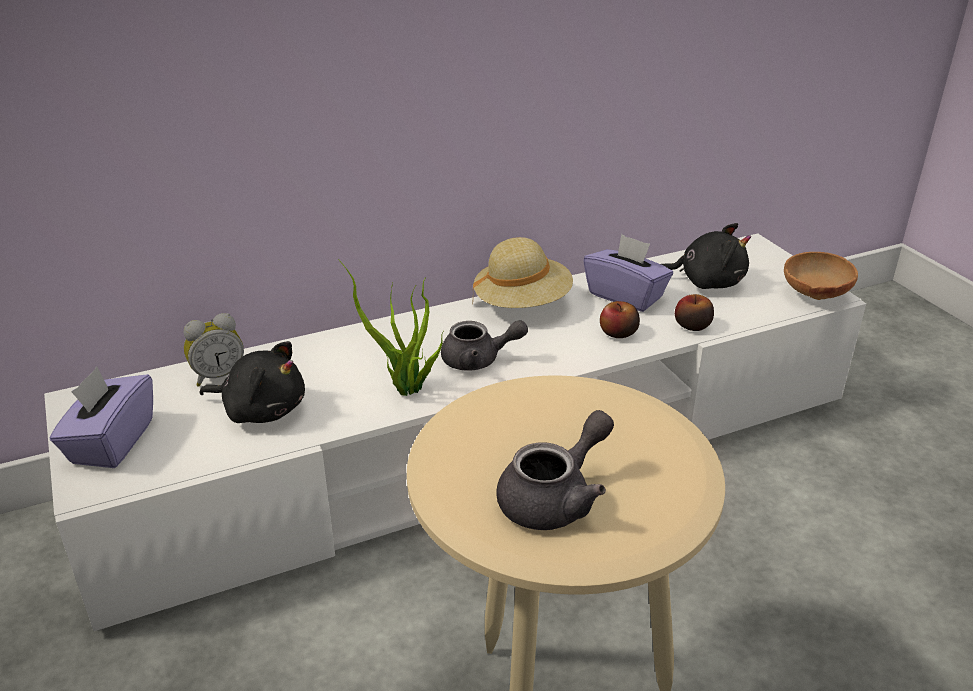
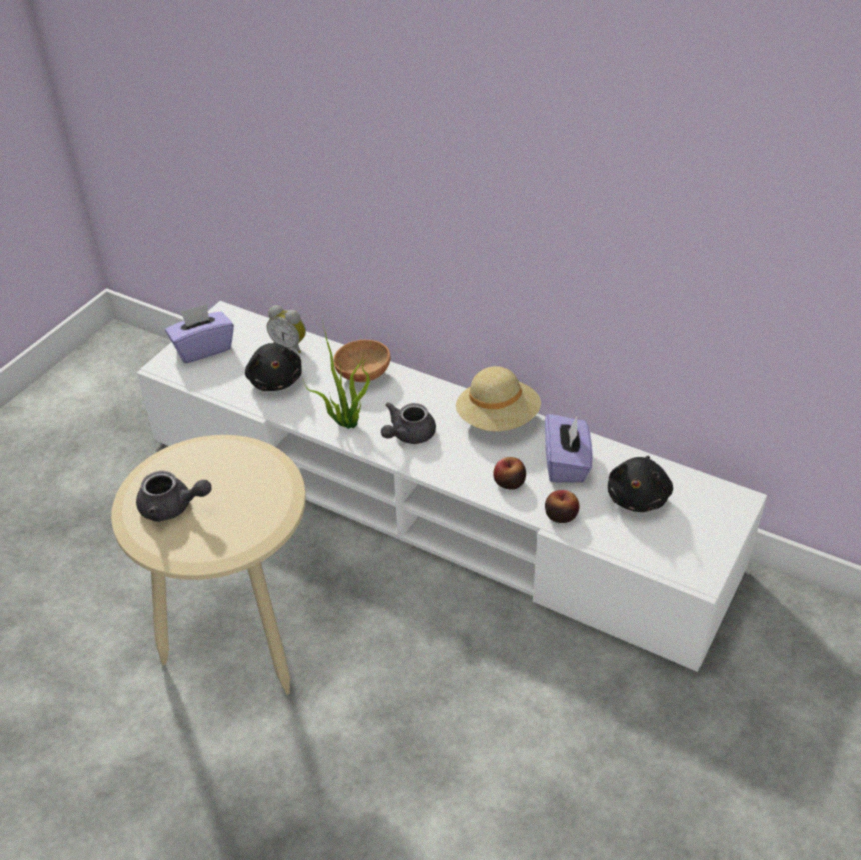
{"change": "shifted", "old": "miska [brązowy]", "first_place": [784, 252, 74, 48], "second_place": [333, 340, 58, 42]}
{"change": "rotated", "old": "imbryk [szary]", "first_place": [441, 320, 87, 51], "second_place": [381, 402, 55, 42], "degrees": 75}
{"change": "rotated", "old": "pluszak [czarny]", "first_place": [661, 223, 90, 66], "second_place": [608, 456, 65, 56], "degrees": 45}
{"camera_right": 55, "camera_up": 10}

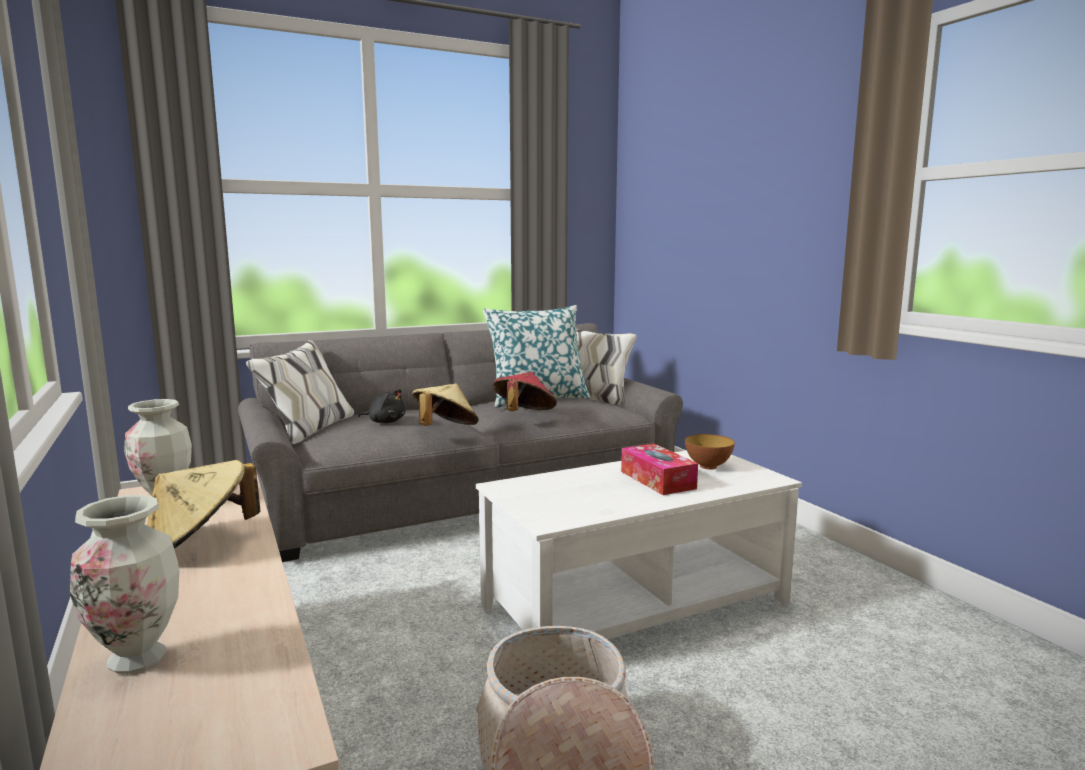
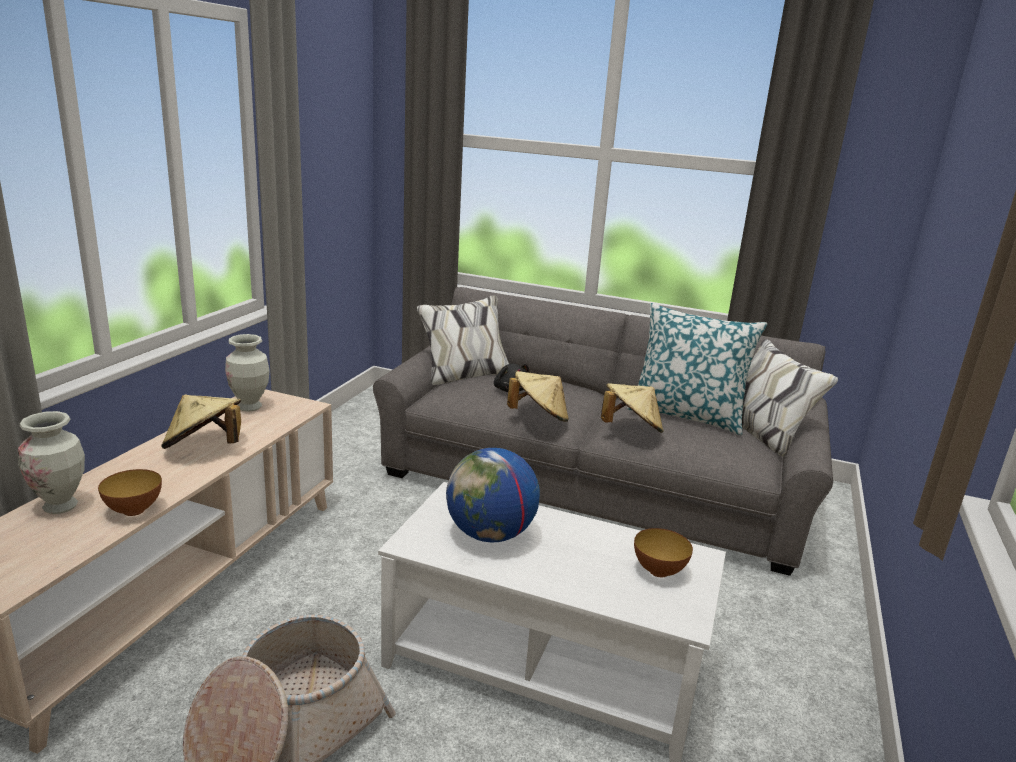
{"change": "gone", "old": "pudełko chusteczek", "first_place": [621, 443, 77, 52]}
{"change": "new", "new": "miska", "second_place": [98, 469, 64, 47]}
{"change": "new", "new": "globus", "second_place": [446, 448, 94, 94]}
{"change": "repainted", "old": "kapelusz [czerwony]", "new": "kapelusz [beżowy]", "first_place": [493, 372, 64, 39], "second_place": [601, 383, 63, 50]}
{"camera_right": 45, "camera_up": 10}

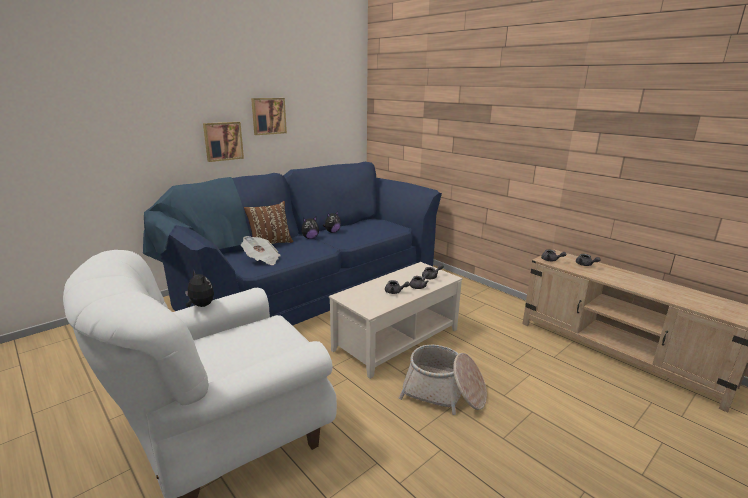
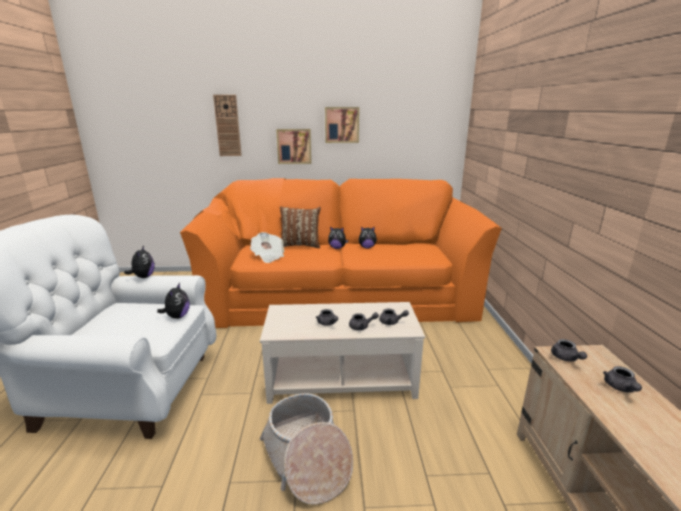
{"change": "new", "new": "pluszak", "second_place": [157, 282, 33, 37]}
{"change": "new", "new": "zegar ścienny", "second_place": [213, 95, 29, 61]}
{"change": "repainted", "old": "kanapa [niebieski]", "new": "kanapa [pomarańczowy]", "first_place": [143, 162, 299, 164], "second_place": [180, 178, 322, 150]}
{"camera_right": 40, "camera_up": 0}

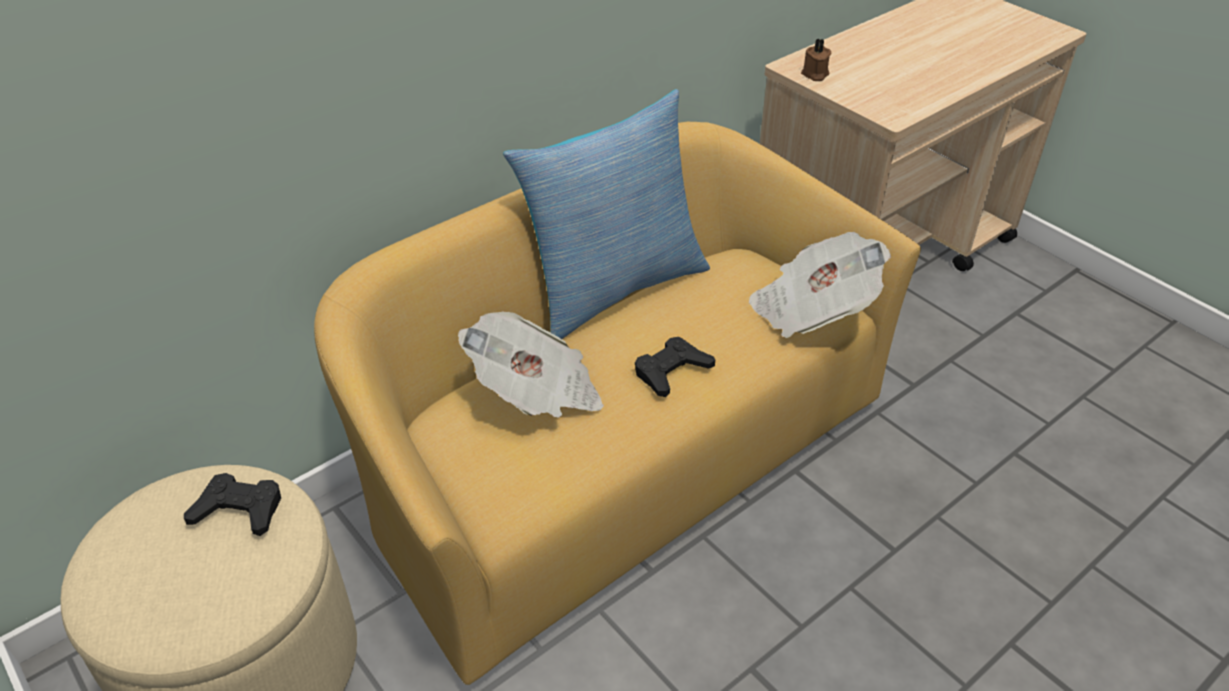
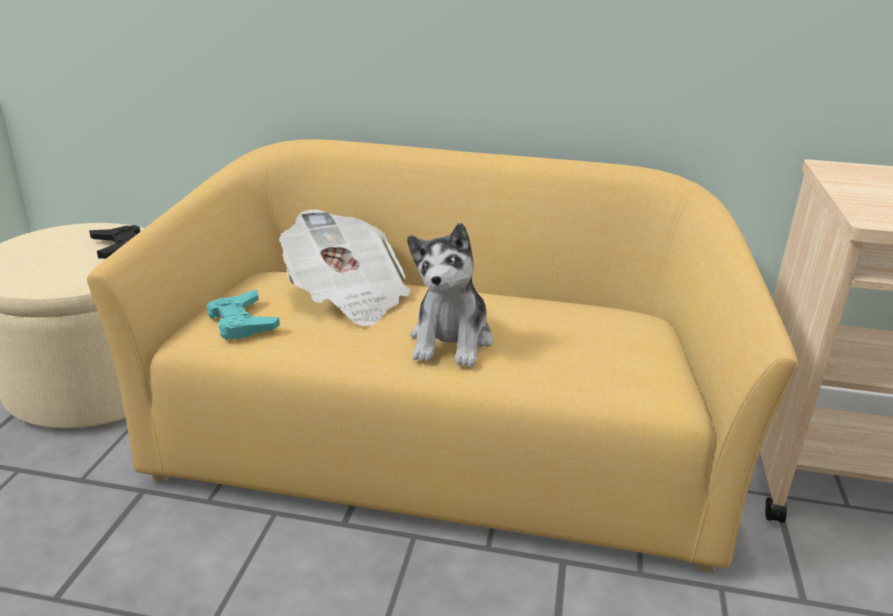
{"change": "gone", "old": "poduszka", "first_place": [503, 89, 207, 250]}
{"change": "gone", "old": "gazeta", "first_place": [749, 232, 142, 106]}
{"change": "gone", "old": "świeca [brązowy]", "first_place": [801, 38, 31, 43]}
{"change": "new", "new": "pad do gier [turkusowy]", "second_place": [207, 290, 73, 50]}
{"change": "swapped", "old": "pad do gier [czarny]", "new": "pluszak", "first_place": [635, 337, 80, 60], "second_place": [407, 223, 86, 144]}
{"camera_right": 50, "camera_up": -15}

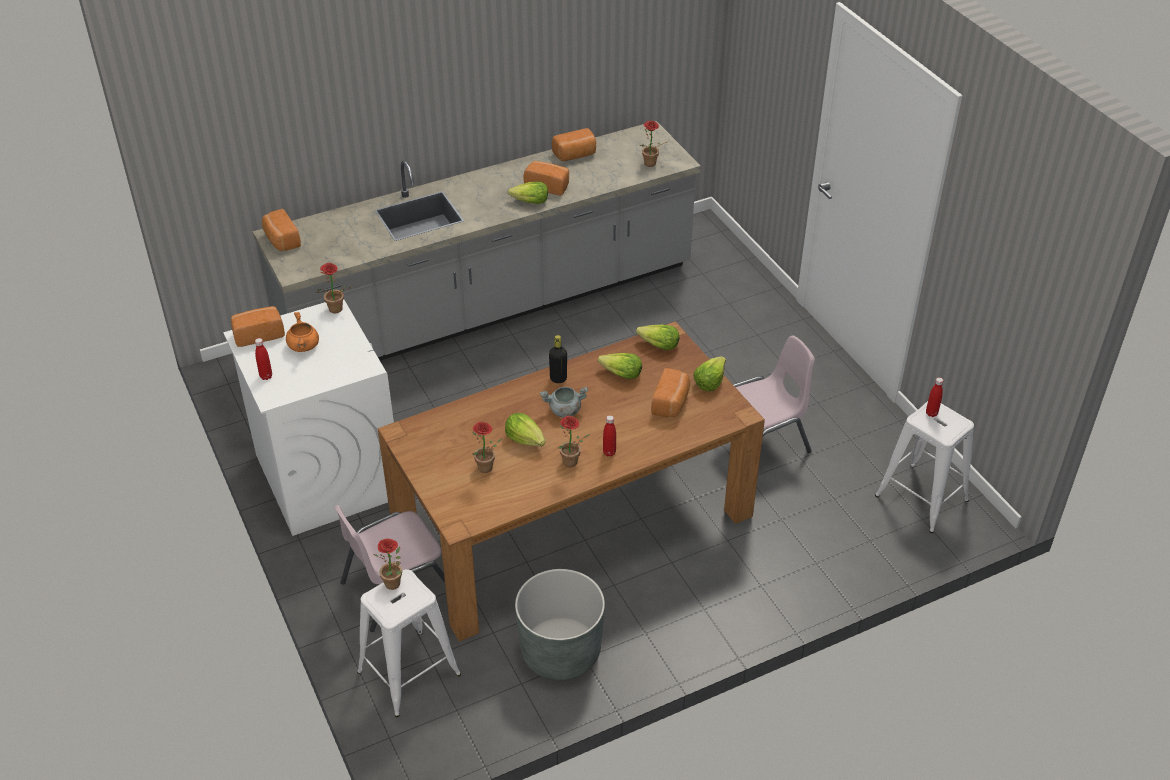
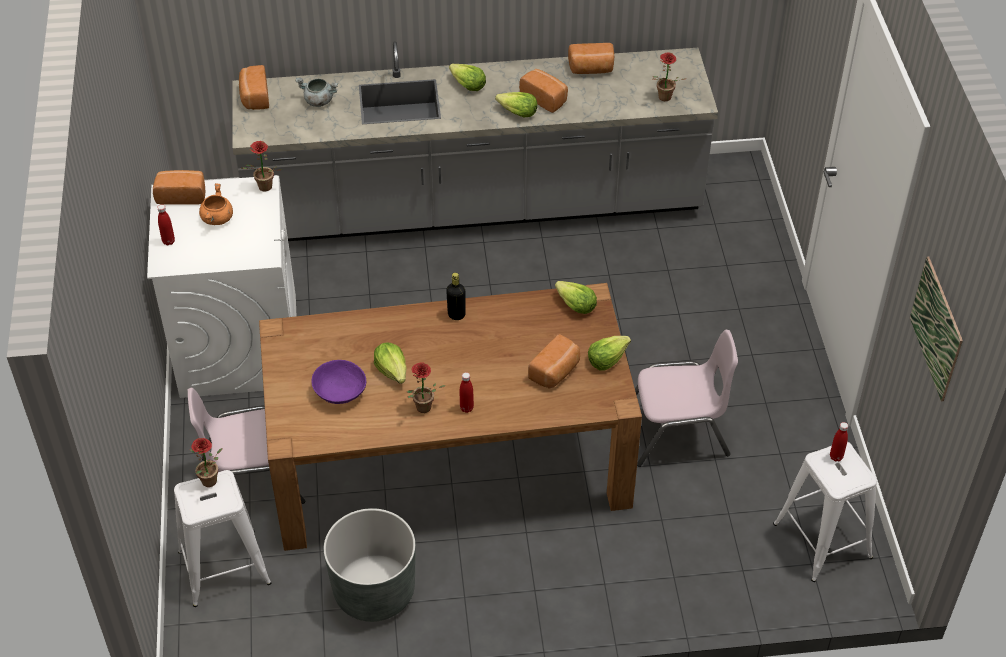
{"change": "new", "new": "obraz", "second_place": [910, 257, 53, 144]}
{"change": "shifted", "old": "garnek [szary]", "first_place": [540, 387, 48, 31], "second_place": [295, 77, 43, 30]}
{"change": "shifted", "old": "sałata", "first_place": [598, 353, 44, 26], "second_place": [449, 64, 37, 27]}
{"change": "swapped", "old": "roślina doniczkowa", "new": "miska [fioletowy]", "first_place": [472, 421, 31, 52], "second_place": [311, 360, 55, 44]}
{"camera_right": 20, "camera_up": 5}

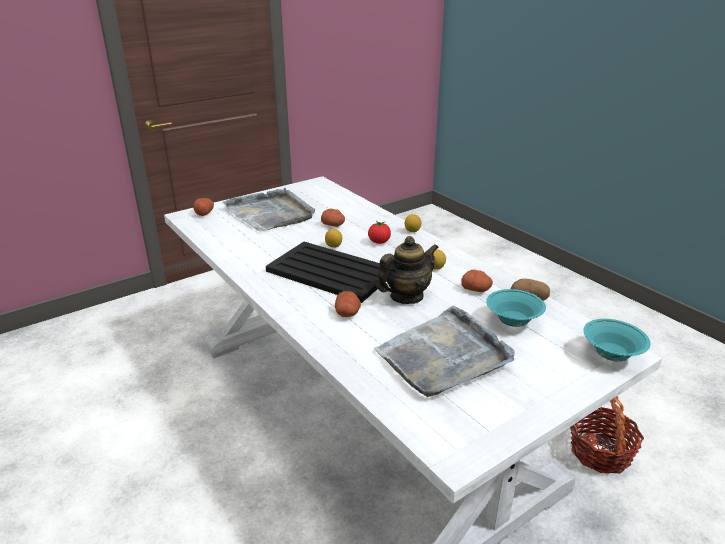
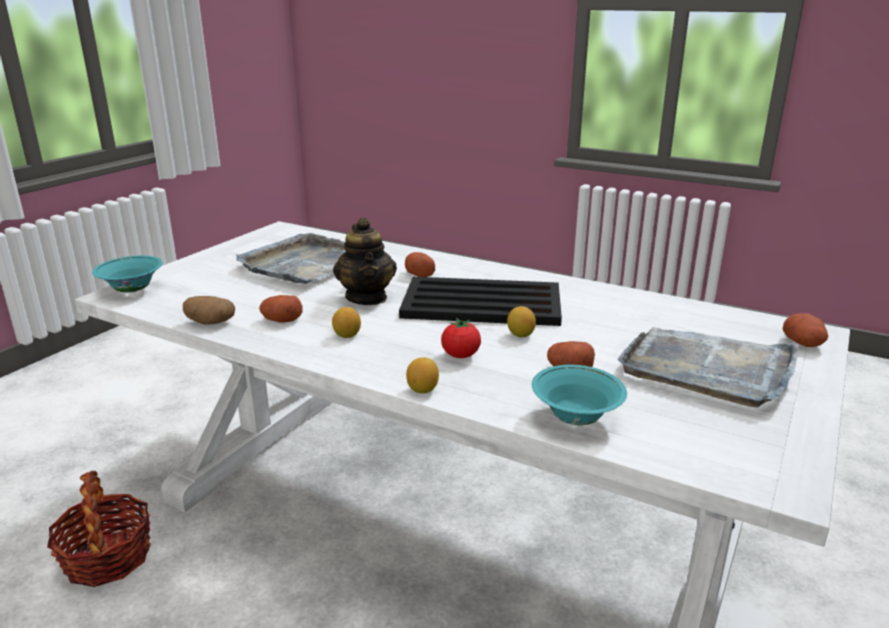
{"change": "shifted", "old": "miska [turkusowy]", "first_place": [486, 289, 60, 38], "second_place": [532, 365, 95, 60]}
{"change": "rotated", "old": "imbryk", "first_place": [376, 236, 63, 68], "second_place": [333, 217, 64, 88], "degrees": -45}
{"camera_right": 155, "camera_up": -5}

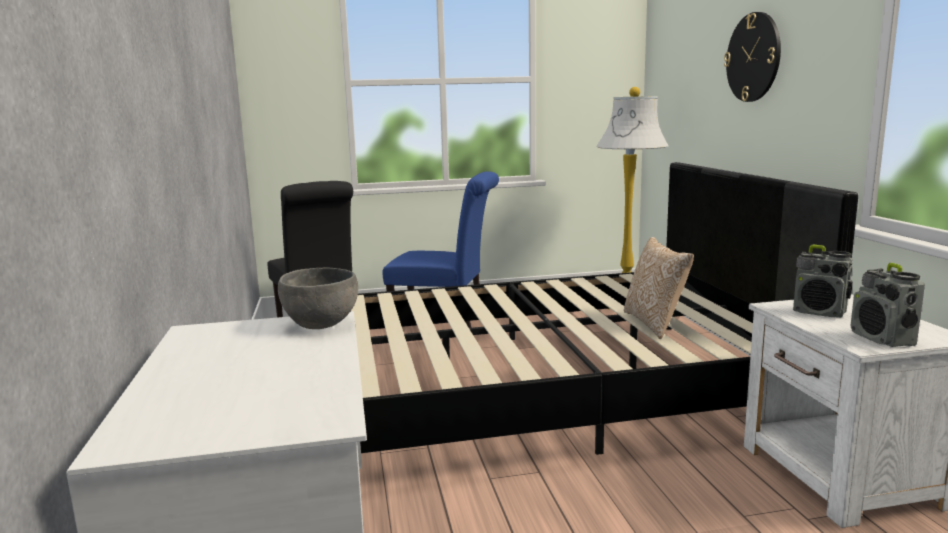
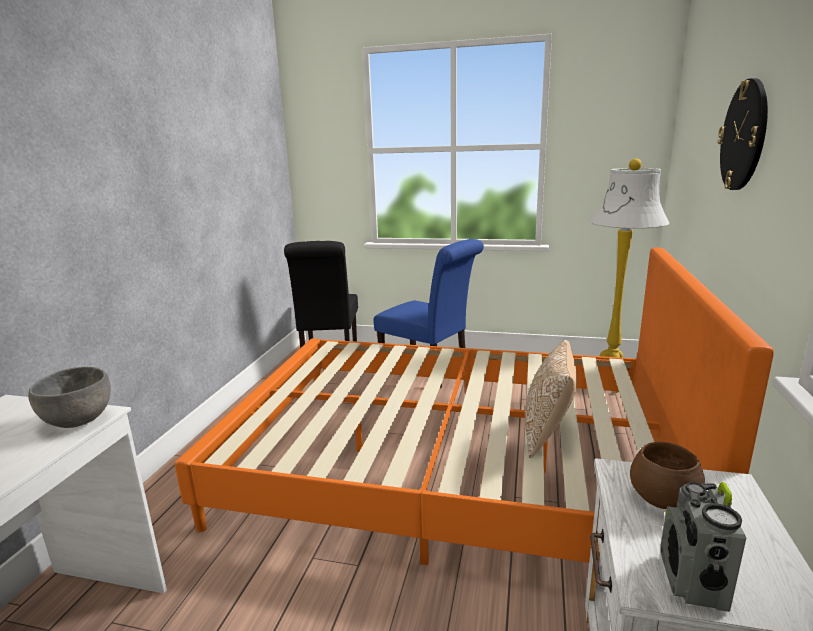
{"change": "swapped", "old": "radio", "new": "miska [brązowy]", "first_place": [793, 245, 59, 73], "second_place": [630, 442, 75, 67]}
{"change": "repainted", "old": "łóżko [czarny]", "new": "łóżko [pomarańczowy]", "first_place": [351, 162, 507, 293], "second_place": [175, 248, 599, 317]}
{"camera_right": 25, "camera_up": 5}

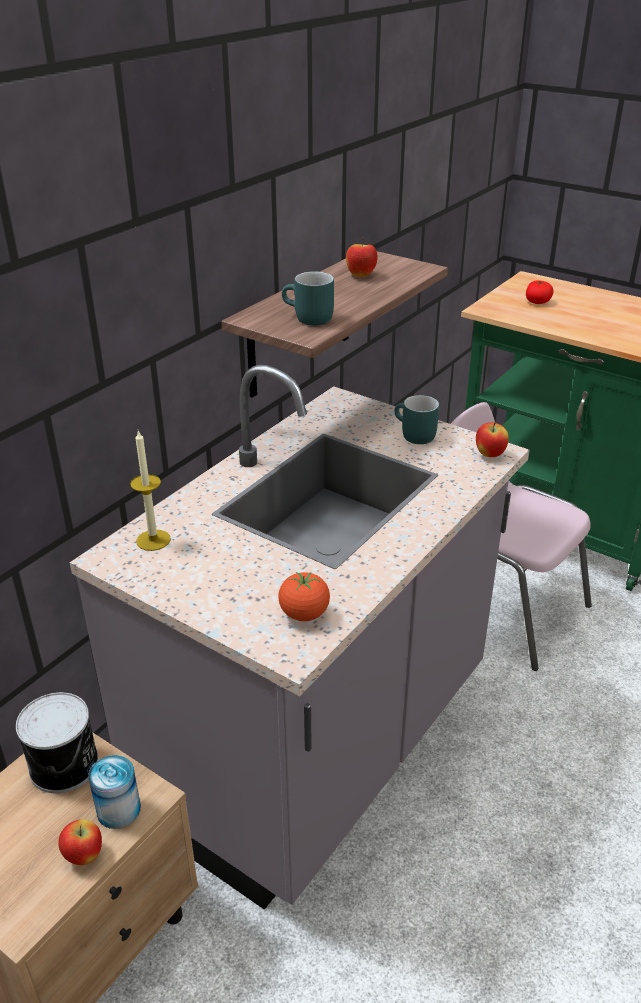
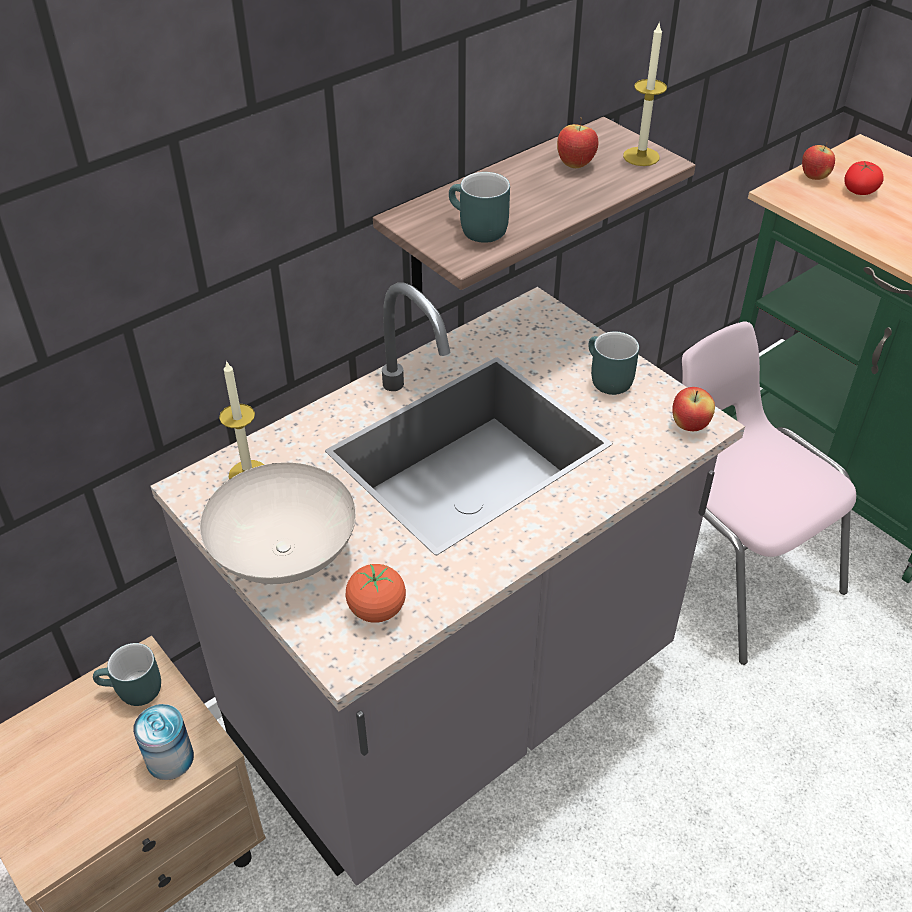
{"change": "new", "new": "miska [biały]", "second_place": [200, 462, 156, 122]}
{"change": "new", "new": "świeca", "second_place": [623, 23, 44, 143]}
{"change": "shifted", "old": "jabłko", "first_place": [58, 819, 44, 46], "second_place": [802, 143, 33, 37]}
{"change": "swapped", "old": "puszka", "new": "kubek [turkusowy]", "first_place": [16, 692, 83, 101], "second_place": [93, 643, 68, 63]}
{"camera_right": 15, "camera_up": 10}

